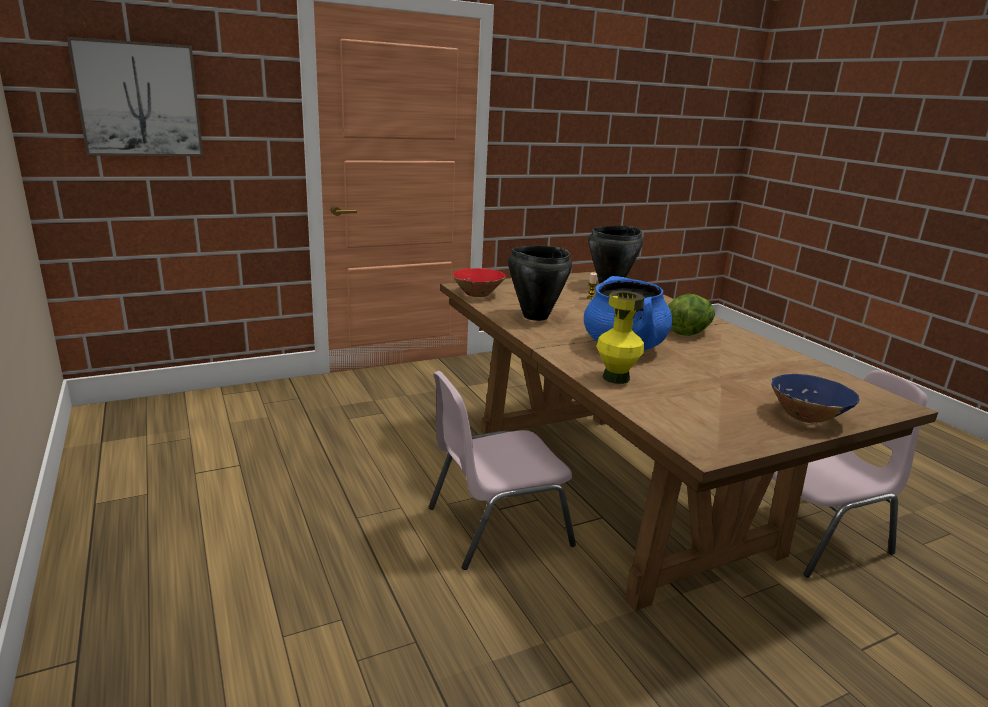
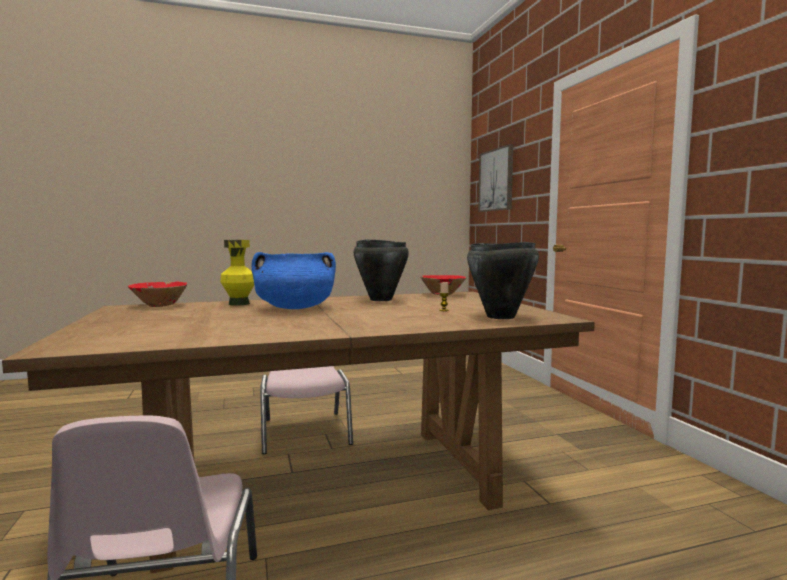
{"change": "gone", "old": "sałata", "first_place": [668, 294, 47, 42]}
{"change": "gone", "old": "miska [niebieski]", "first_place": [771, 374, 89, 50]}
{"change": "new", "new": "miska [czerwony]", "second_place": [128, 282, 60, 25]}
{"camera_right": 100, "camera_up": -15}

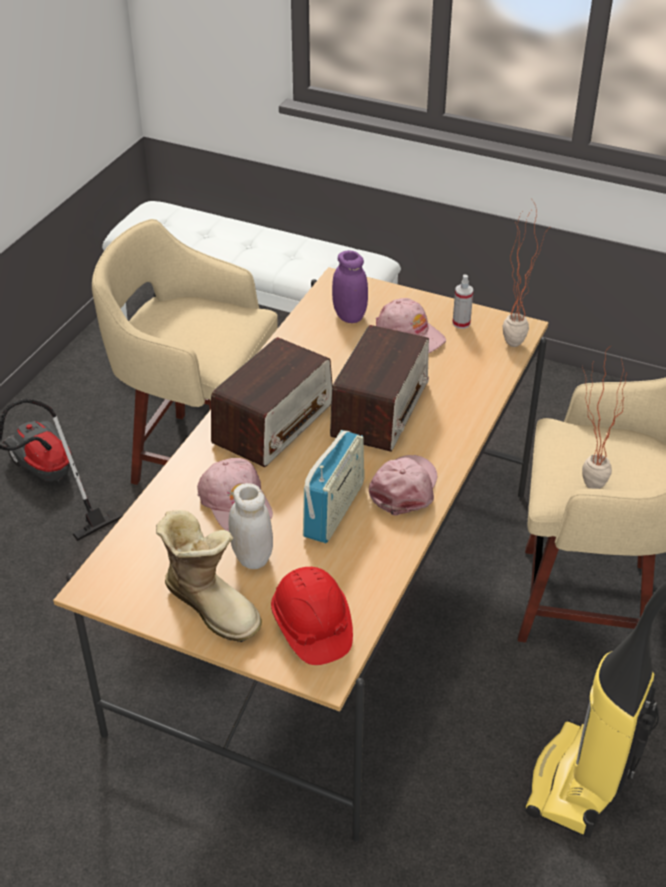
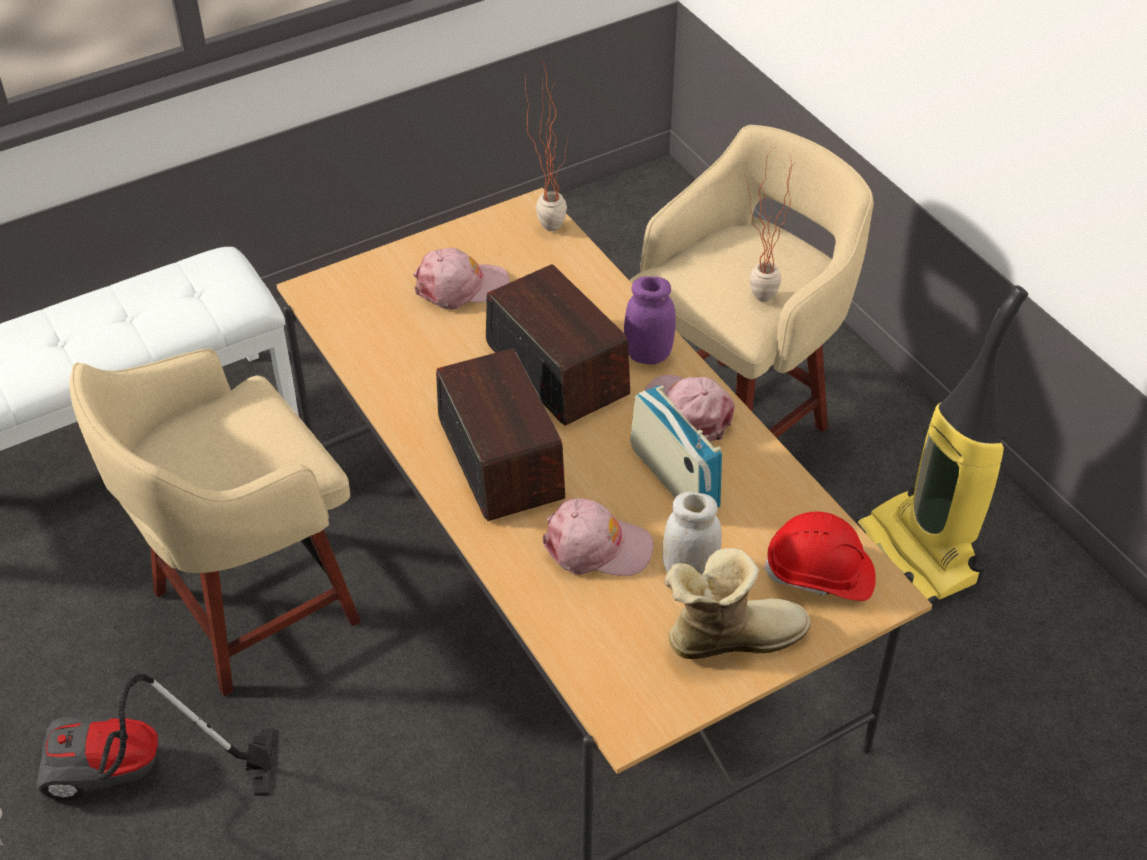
{"change": "gone", "old": "spryskiwacz", "first_place": [452, 275, 22, 54]}
{"change": "shifted", "old": "słoik [fioletowy]", "first_place": [332, 250, 36, 73], "second_place": [624, 276, 52, 89]}
{"camera_right": -55, "camera_up": 5}

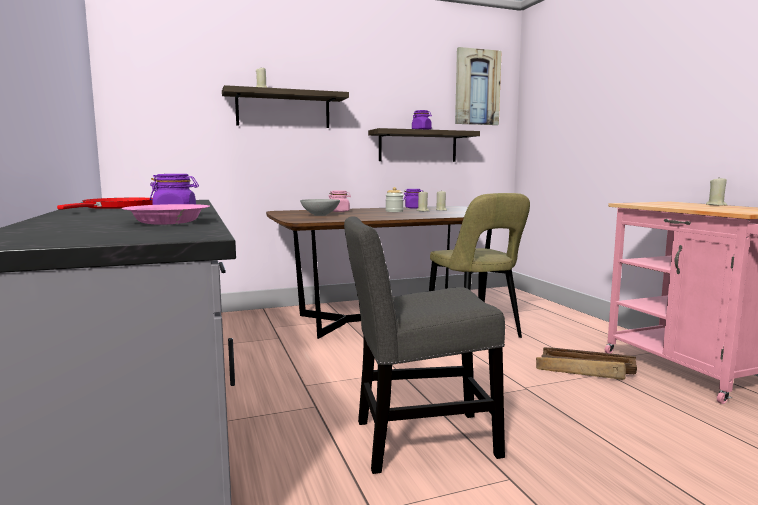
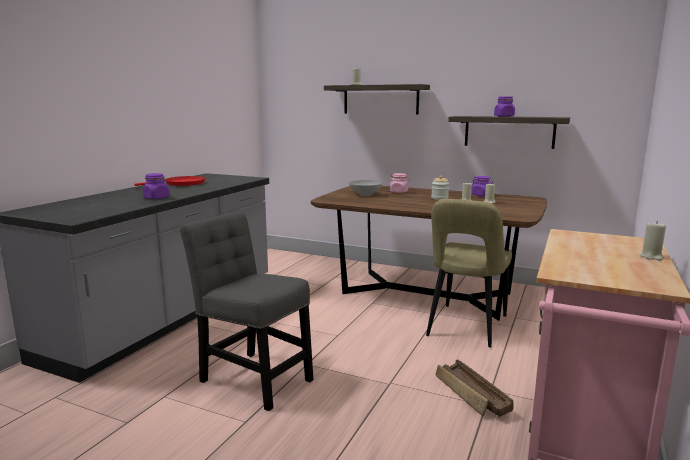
{"change": "gone", "old": "miska [różowy]", "first_place": [121, 204, 89, 20]}
{"change": "gone", "old": "obraz", "first_place": [455, 47, 47, 78]}
{"camera_right": 45, "camera_up": 5}

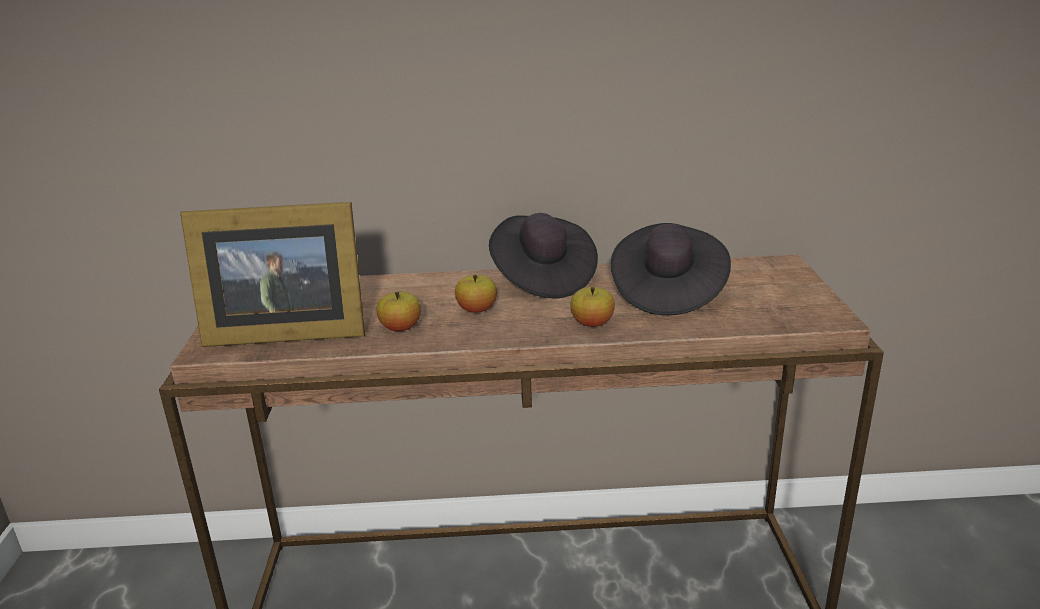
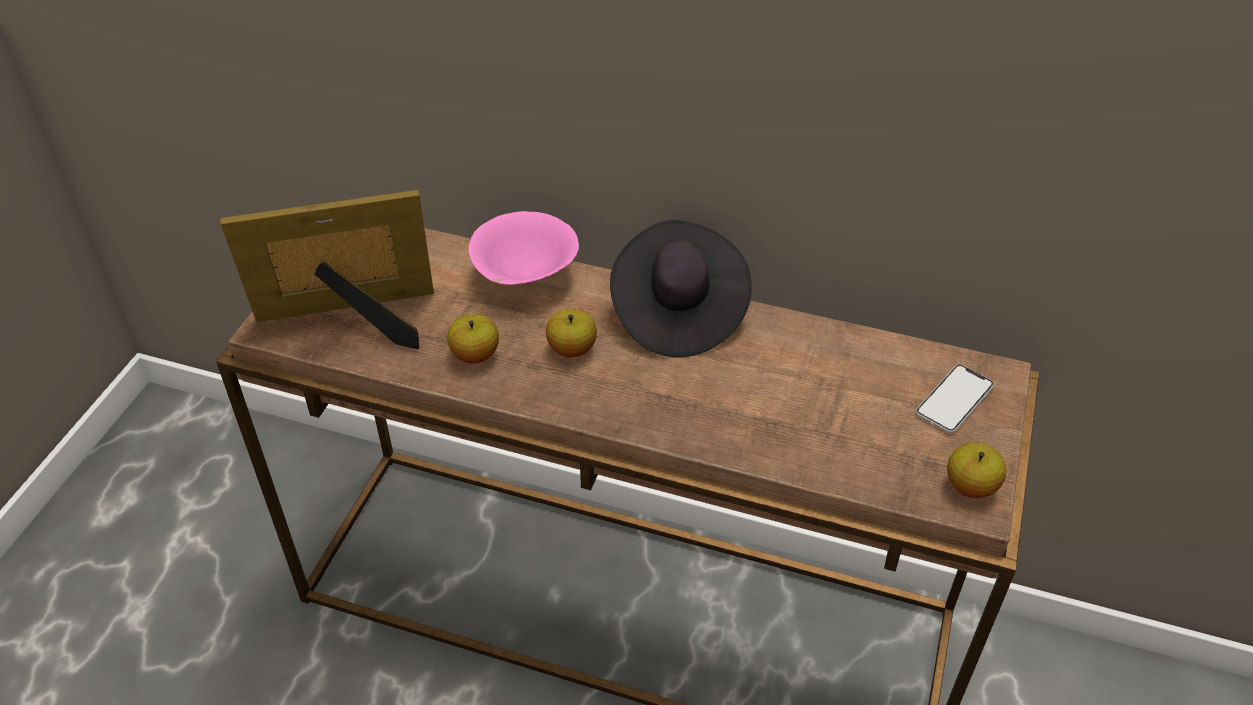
{"change": "gone", "old": "kapelusz [czarny]", "first_place": [611, 223, 120, 92]}
{"change": "new", "new": "miska [różowy]", "second_place": [469, 211, 110, 74]}
{"change": "new", "new": "telefon", "second_place": [915, 365, 79, 68]}
{"change": "shifted", "old": "jabłko", "first_place": [570, 287, 45, 40], "second_place": [947, 442, 59, 56]}
{"change": "rotated", "old": "ramka na zdjęcie", "first_place": [180, 202, 185, 145], "second_place": [220, 190, 214, 159], "degrees": 150}
{"camera_right": 20, "camera_up": 20}

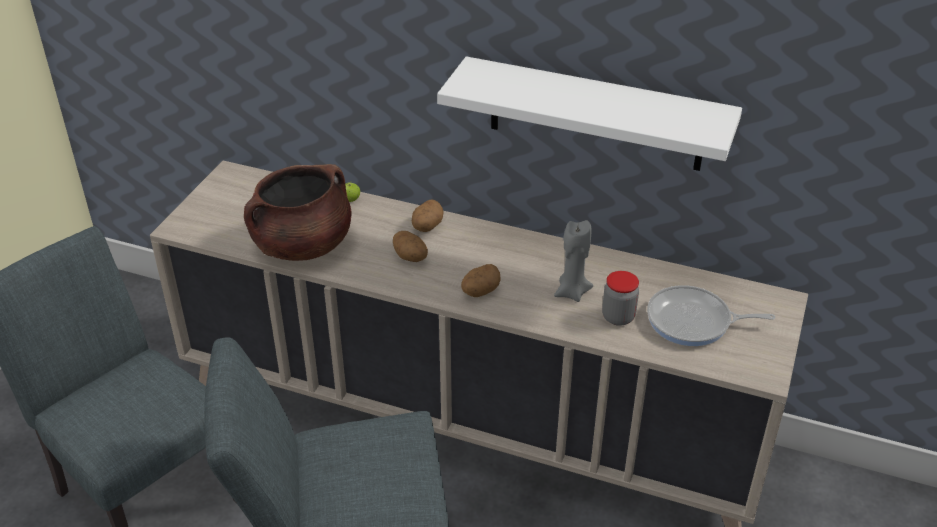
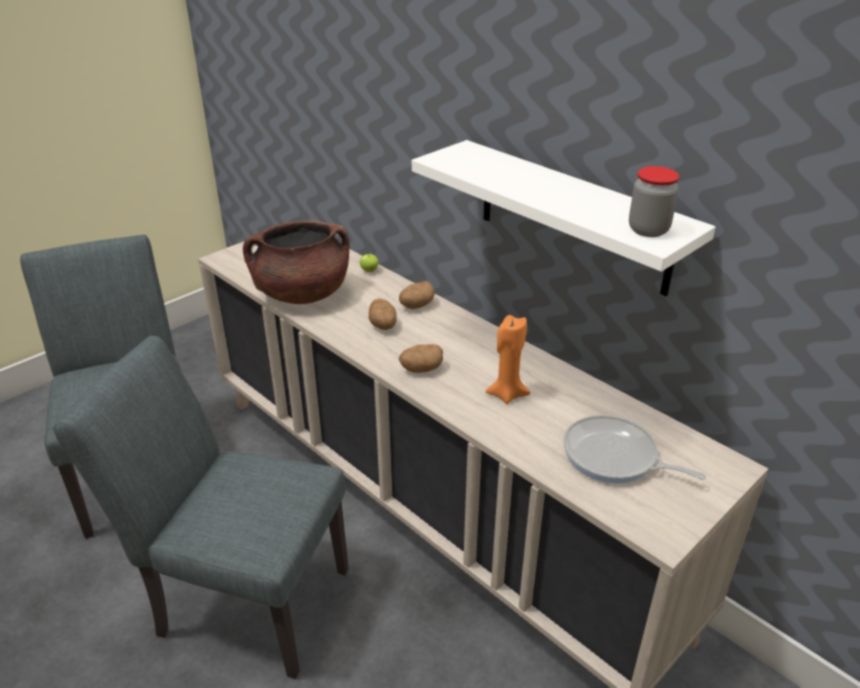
{"change": "shifted", "old": "słoik", "first_place": [602, 271, 37, 55], "second_place": [629, 166, 51, 71]}
{"change": "repainted", "old": "świeca [szary]", "new": "świeca [pomarańczowy]", "first_place": [554, 220, 39, 82], "second_place": [485, 315, 45, 89]}
{"camera_right": 25, "camera_up": -5}

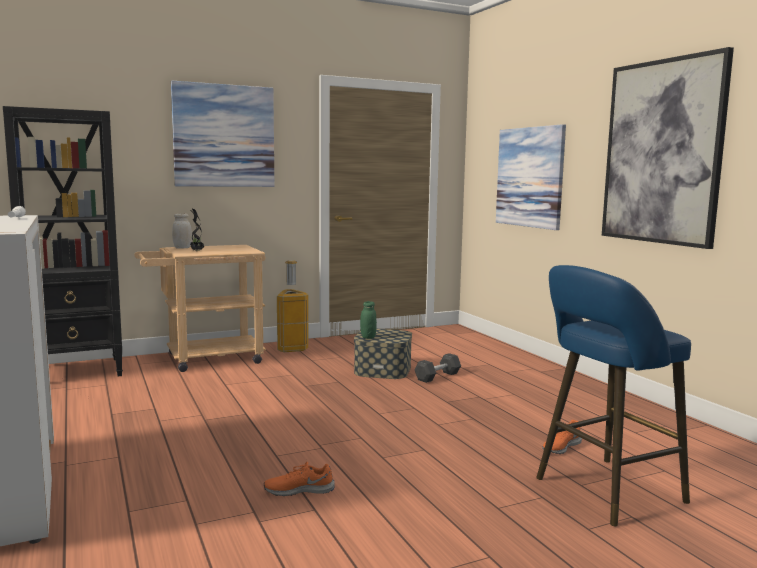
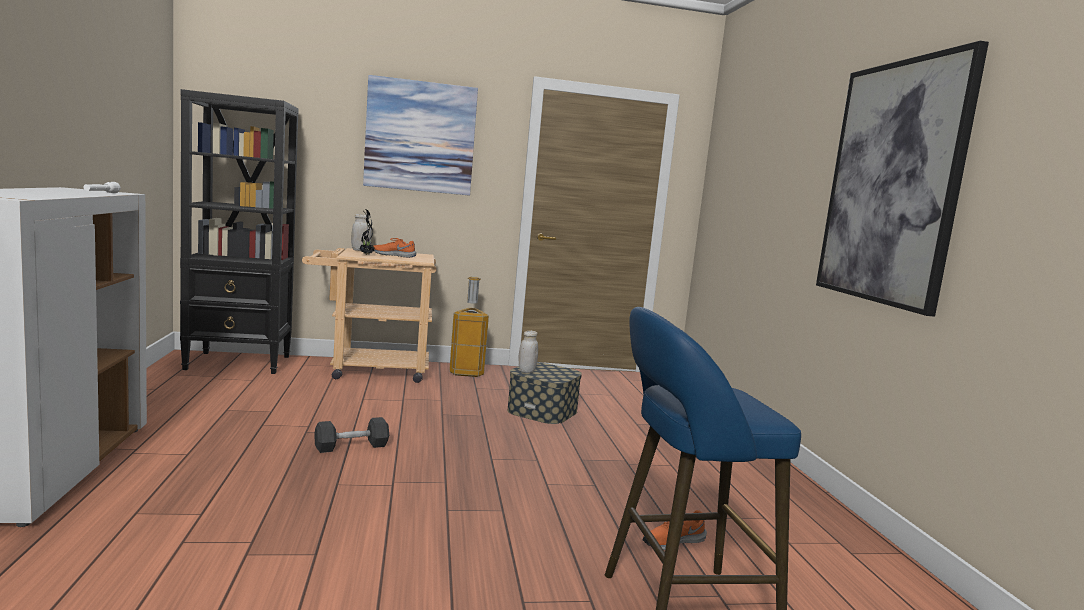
{"change": "gone", "old": "obraz", "first_place": [496, 124, 70, 106]}
{"change": "shifted", "old": "but [pomarańczowy]", "first_place": [264, 462, 71, 34], "second_place": [373, 238, 43, 20]}
{"change": "shifted", "old": "hantel [szary]", "first_place": [414, 353, 47, 30], "second_place": [314, 417, 75, 36]}
{"change": "repainted", "old": "słoik [zielony]", "new": "słoik [biały]", "first_place": [360, 301, 17, 38], "second_place": [518, 331, 20, 42]}
{"camera_right": 15, "camera_up": 0}

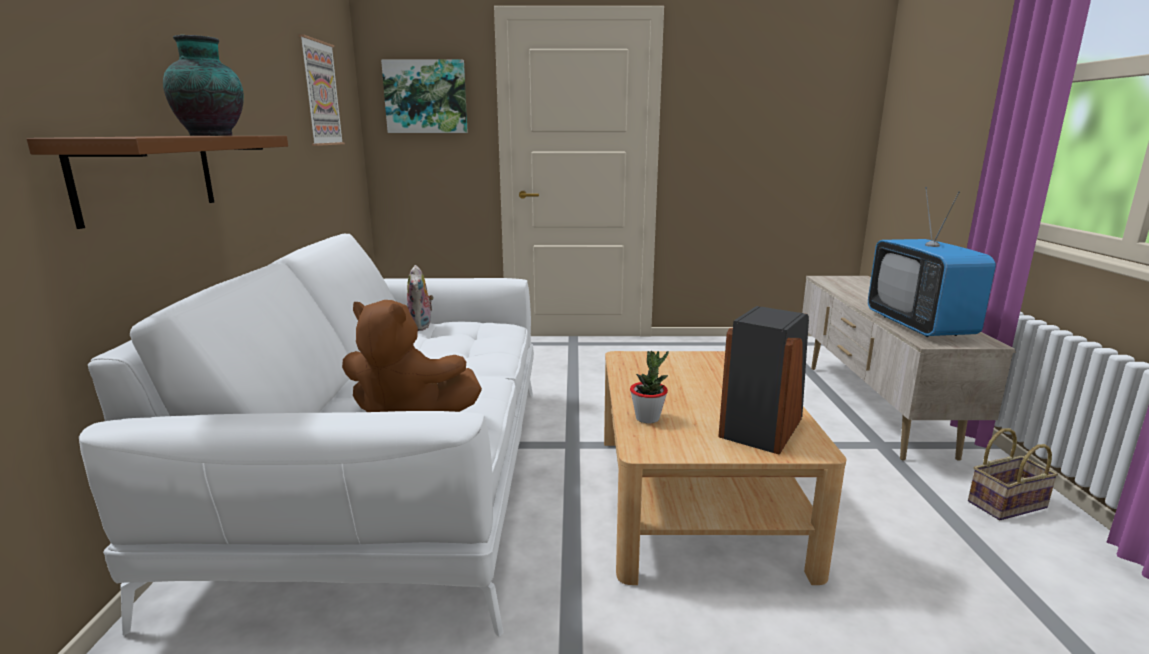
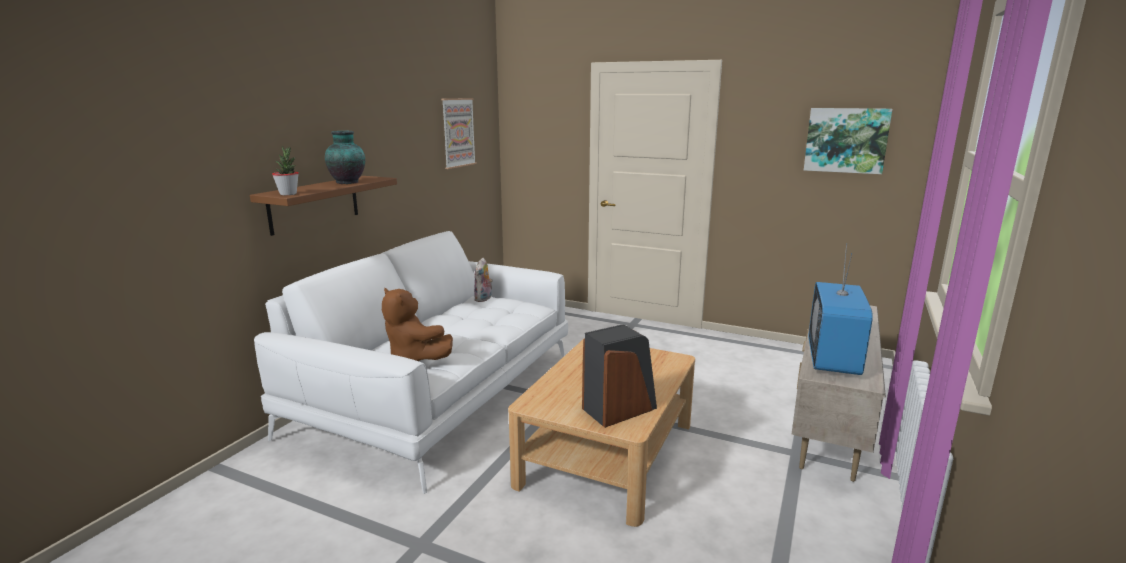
{"change": "gone", "old": "koszyk", "first_place": [968, 428, 90, 92]}
{"change": "shifted", "old": "obraz", "first_place": [381, 60, 87, 73], "second_place": [804, 108, 88, 66]}
{"change": "shifted", "old": "roślina doniczkowa", "first_place": [630, 351, 39, 72], "second_place": [272, 146, 27, 49]}
{"camera_right": 25, "camera_up": 0}

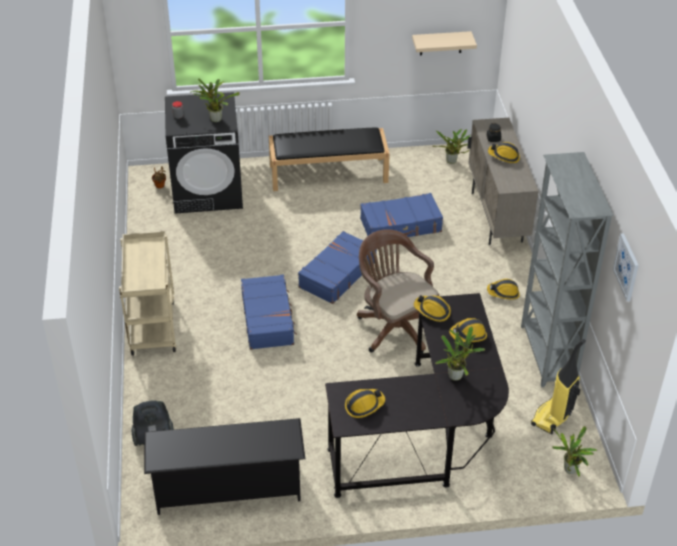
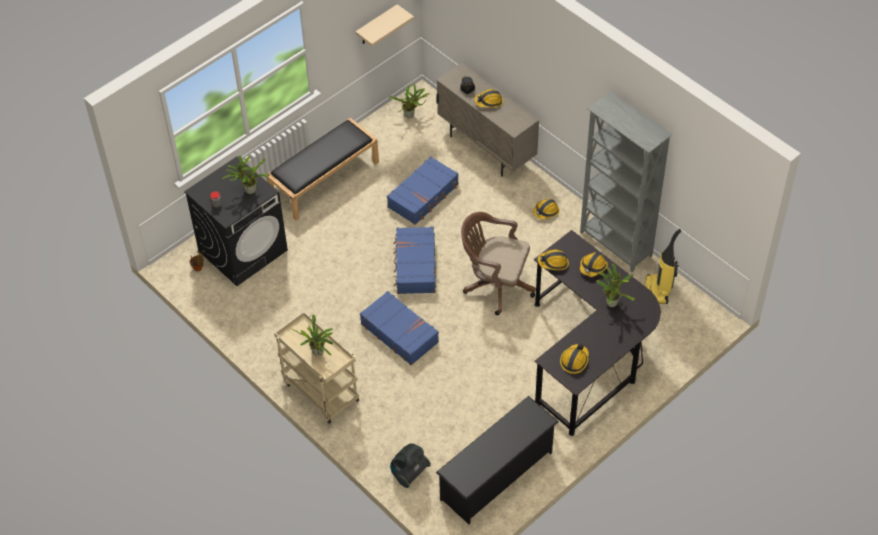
{"change": "gone", "old": "obraz", "first_place": [613, 233, 26, 68]}
{"change": "shifted", "old": "roślina doniczkowa", "first_place": [552, 426, 45, 51], "second_place": [292, 314, 41, 42]}
{"camera_right": -35, "camera_up": 10}

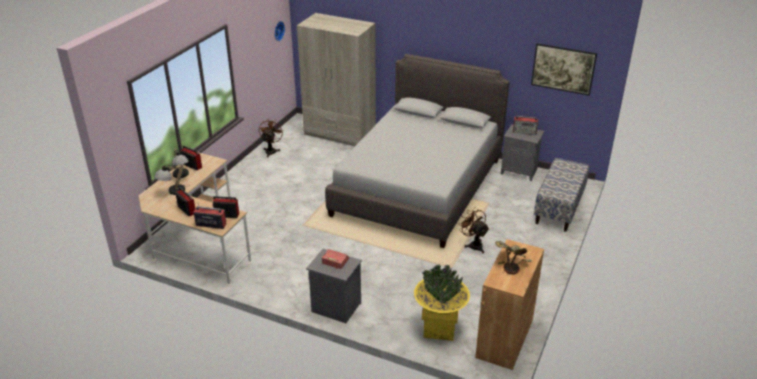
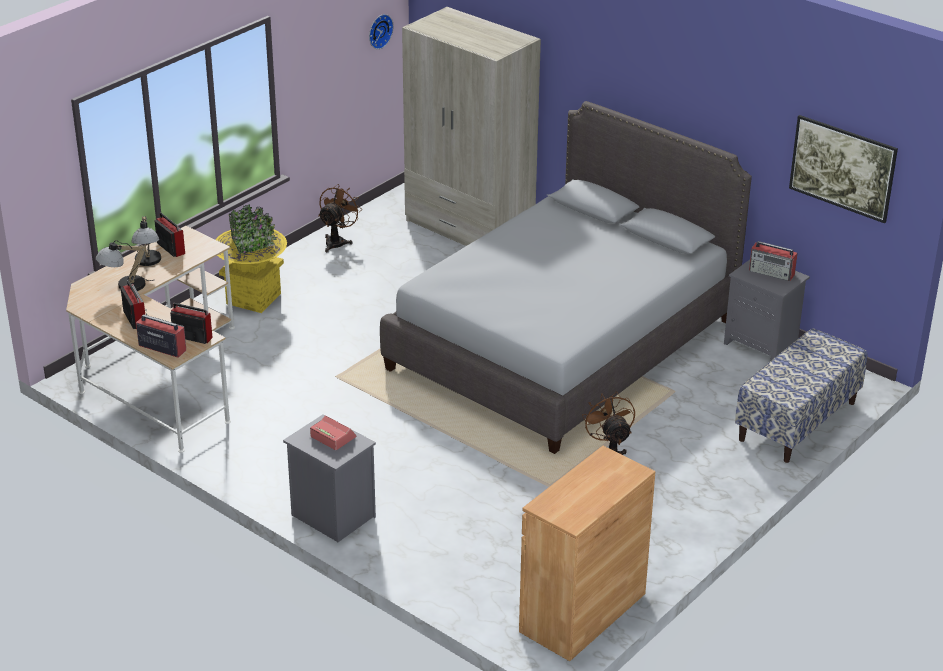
{"change": "gone", "old": "roślina doniczkowa", "first_place": [495, 241, 37, 33]}
{"change": "shifted", "old": "donica [żółty]", "first_place": [414, 265, 56, 76], "second_place": [215, 204, 72, 109]}
{"camera_right": 15, "camera_up": 0}

